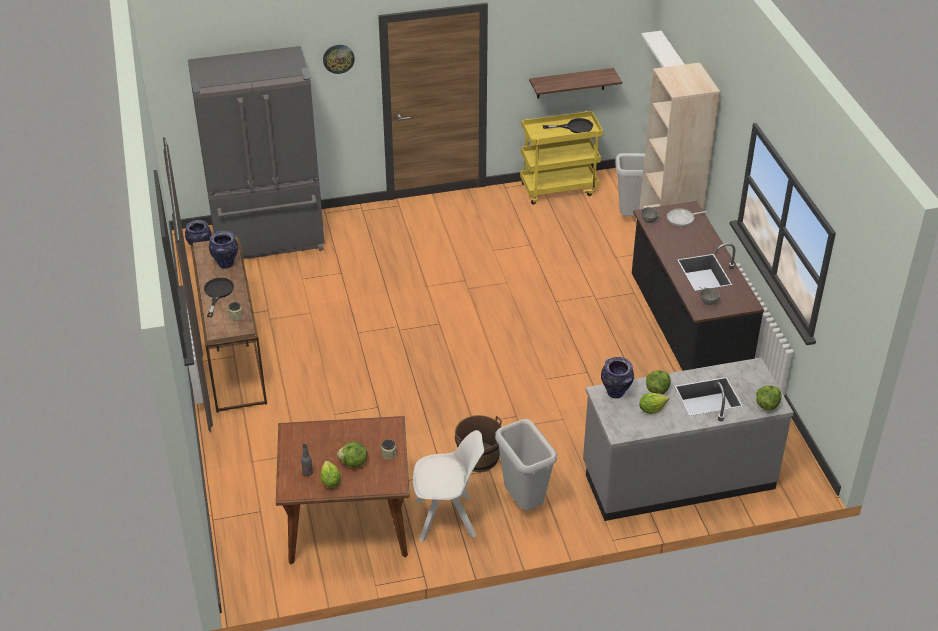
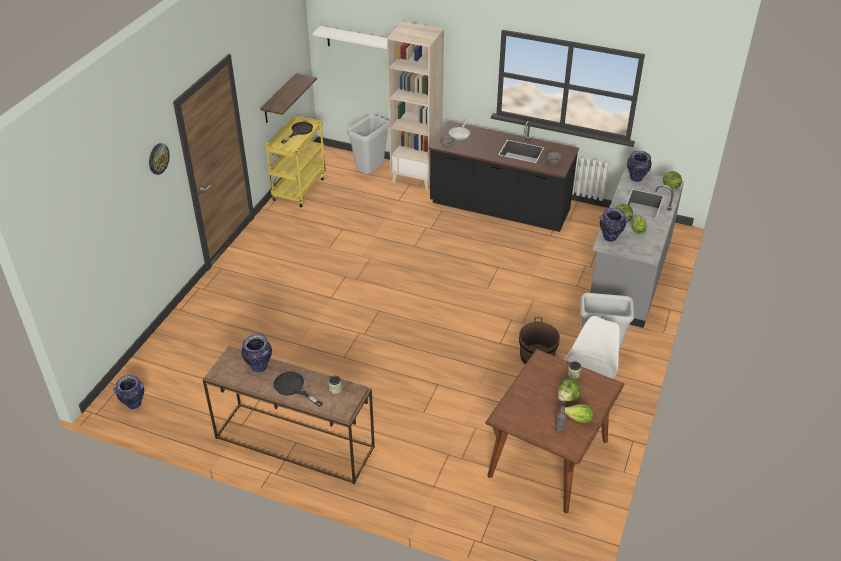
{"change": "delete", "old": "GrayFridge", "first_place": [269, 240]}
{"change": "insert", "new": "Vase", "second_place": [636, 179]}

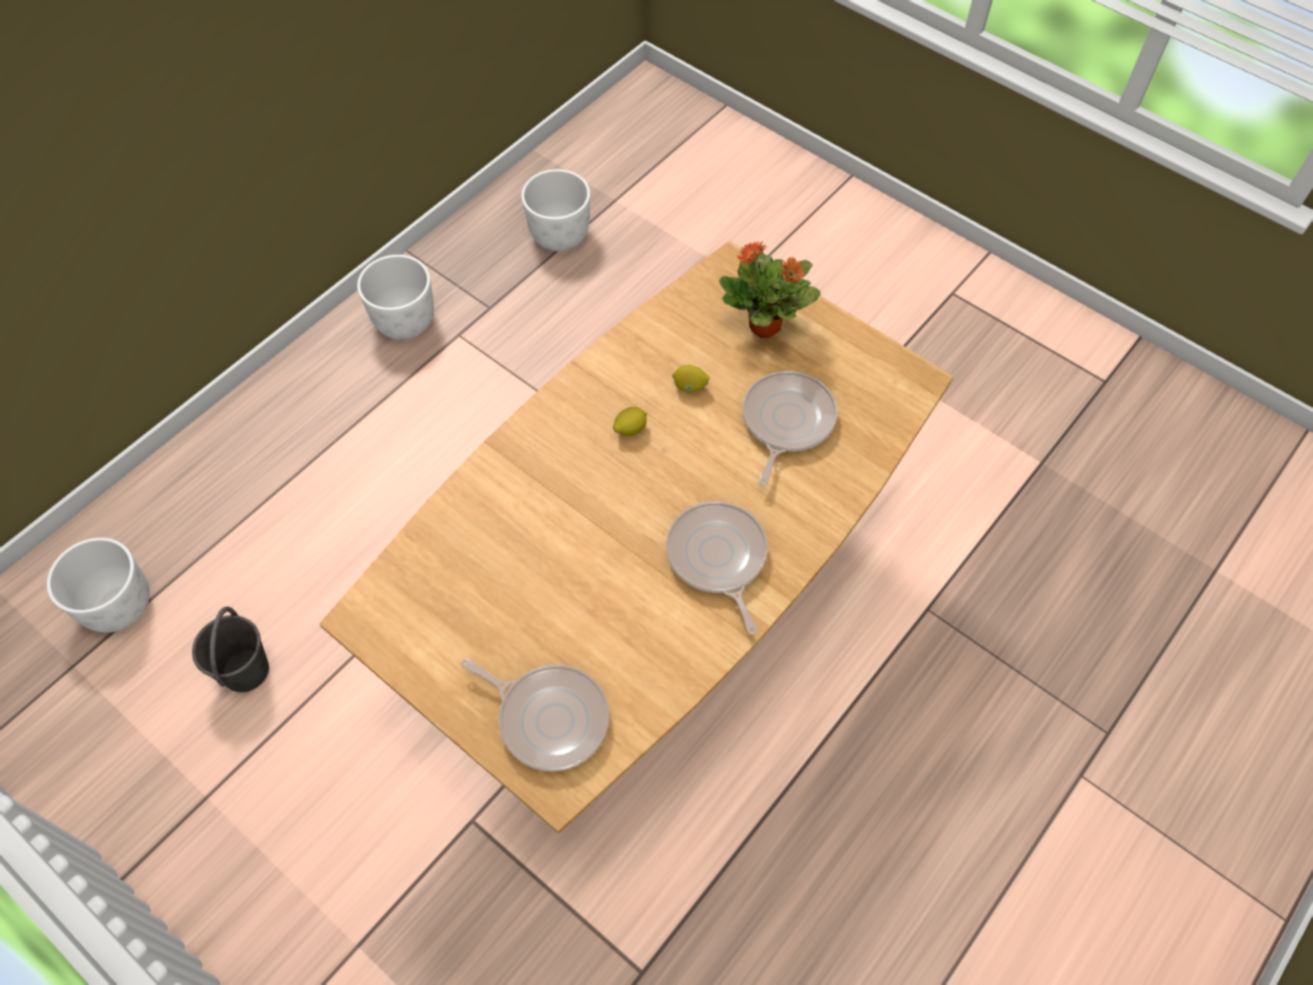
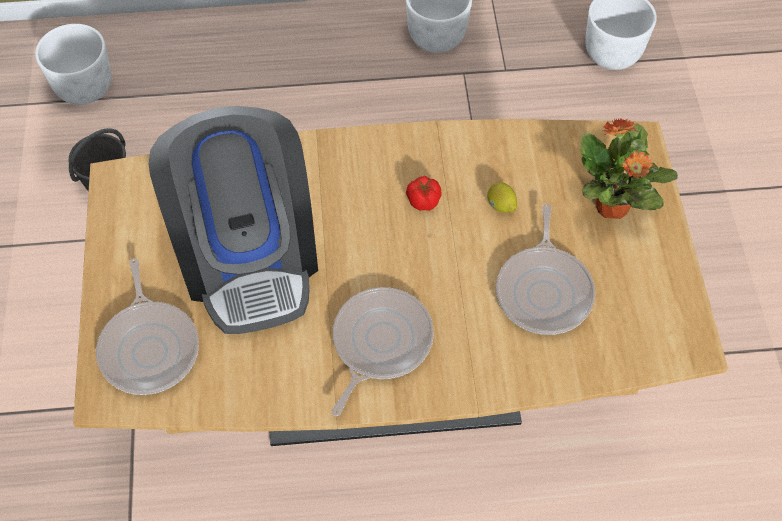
{"change": "rotate", "old": "Pan", "first_place": [786, 422], "second_place": [544, 290], "degrees": 120}
{"change": "replace", "old": "Lemon", "new": "WholeTomato", "first_place": [630, 429], "second_place": [423, 201]}
{"change": "insert", "new": "CoffeeBrewer", "second_place": [249, 256]}

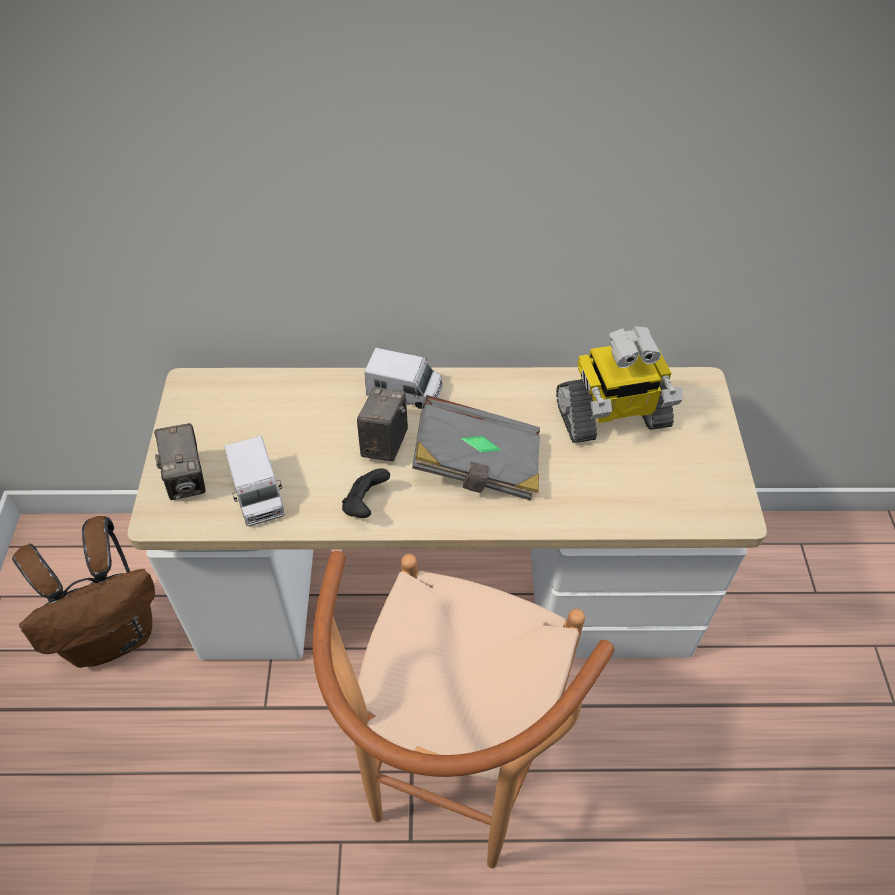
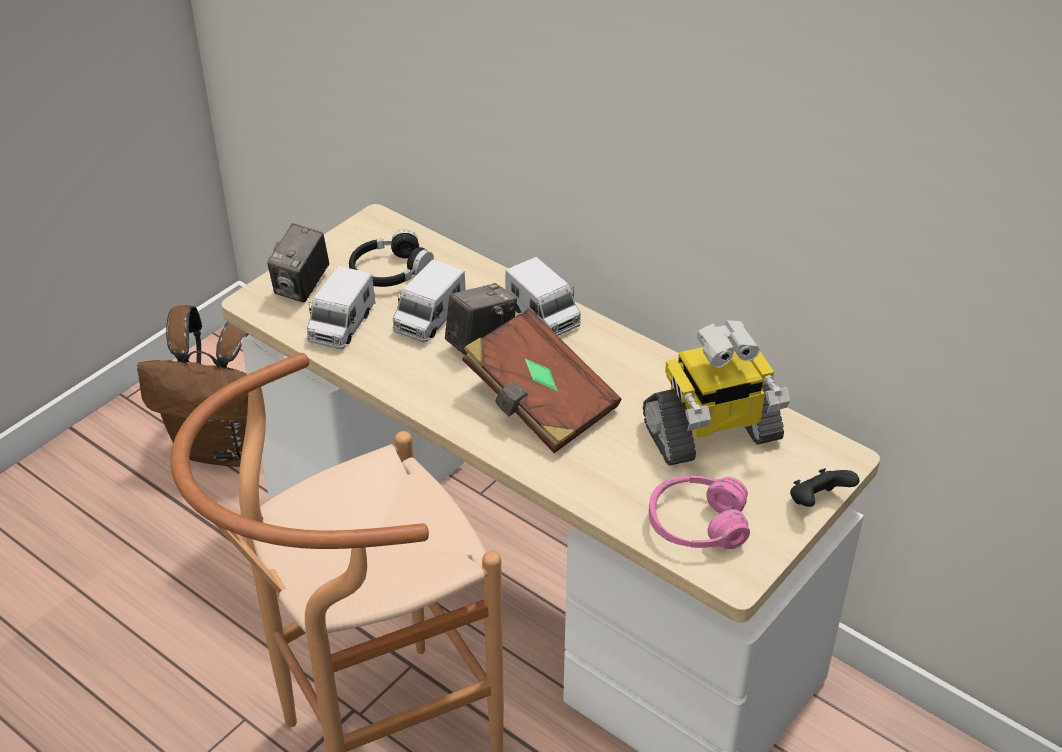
{"change": "rotate", "old": "ToyRobot", "first_place": [612, 417], "second_place": [711, 434], "degrees": -45}
{"change": "recolor", "old": "GrayBook", "new": "BrownBook", "first_place": [477, 466], "second_place": [539, 403]}
{"change": "move", "old": "BlackColouredJoypad", "first_place": [365, 504], "second_place": [817, 502]}
{"change": "insert", "new": "BlackColouredHeadset", "second_place": [390, 272]}
{"change": "insert", "new": "ToyLorry", "second_place": [429, 318]}
{"change": "insert", "new": "PinkHeadset", "second_place": [697, 524]}

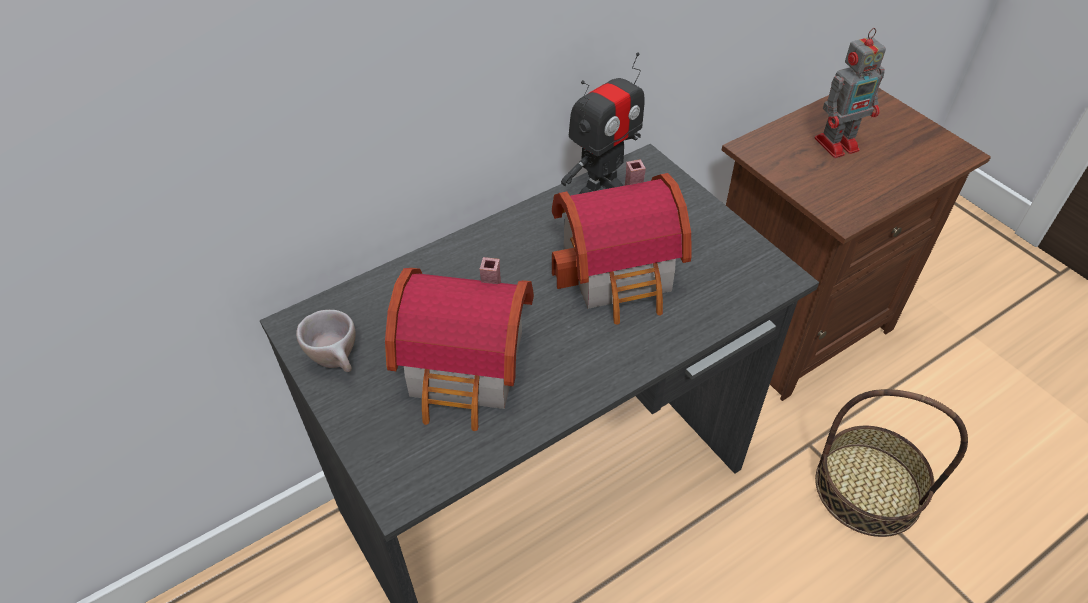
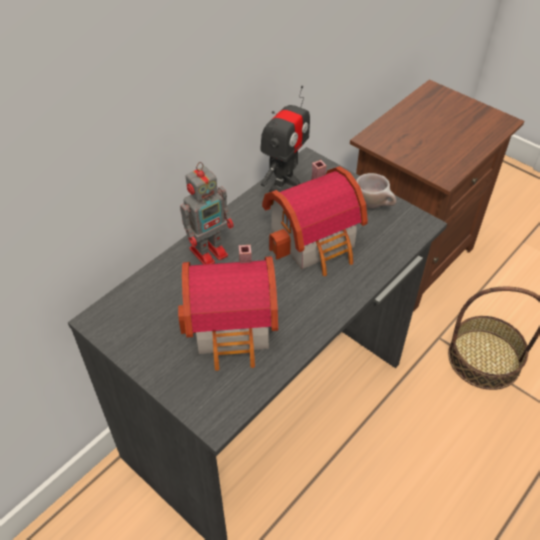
{"change": "move", "old": "ToyRobot", "first_place": [838, 143], "second_place": [210, 251]}
{"change": "move", "old": "SandColouredSmallCup", "first_place": [338, 362], "second_place": [374, 205]}

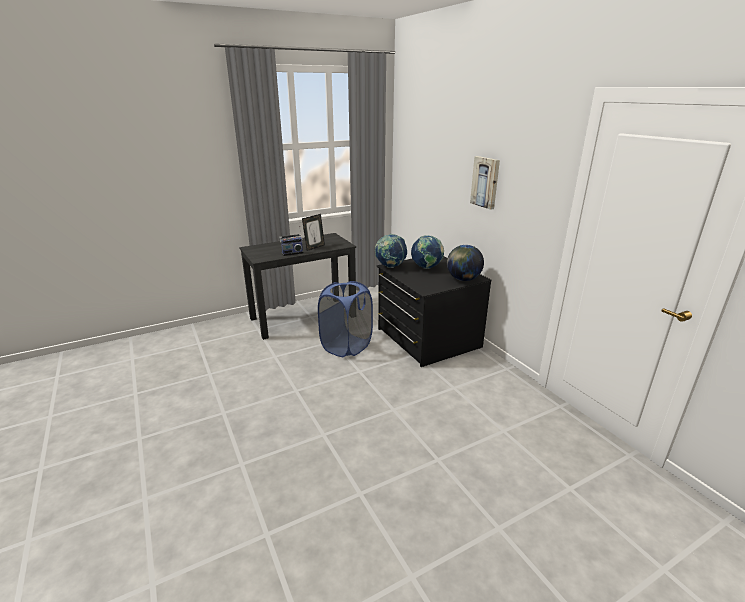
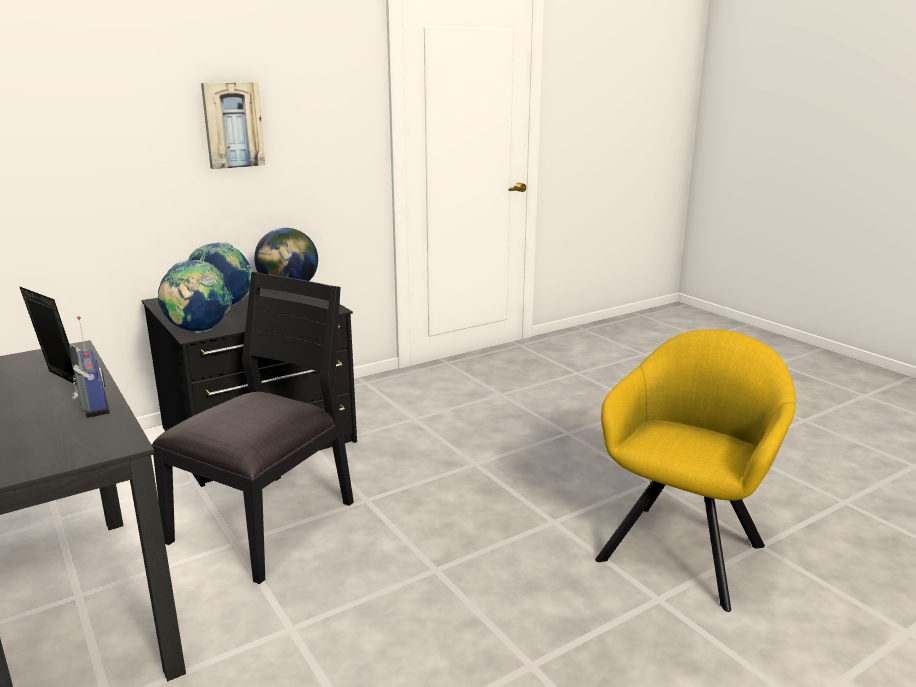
{"change": "replace", "old": "BluishLaundryBasket", "new": "BlackColouredPlainChair", "first_place": [346, 346], "second_place": [266, 522]}
{"change": "insert", "new": "YellowishEasyChair", "second_place": [685, 547]}

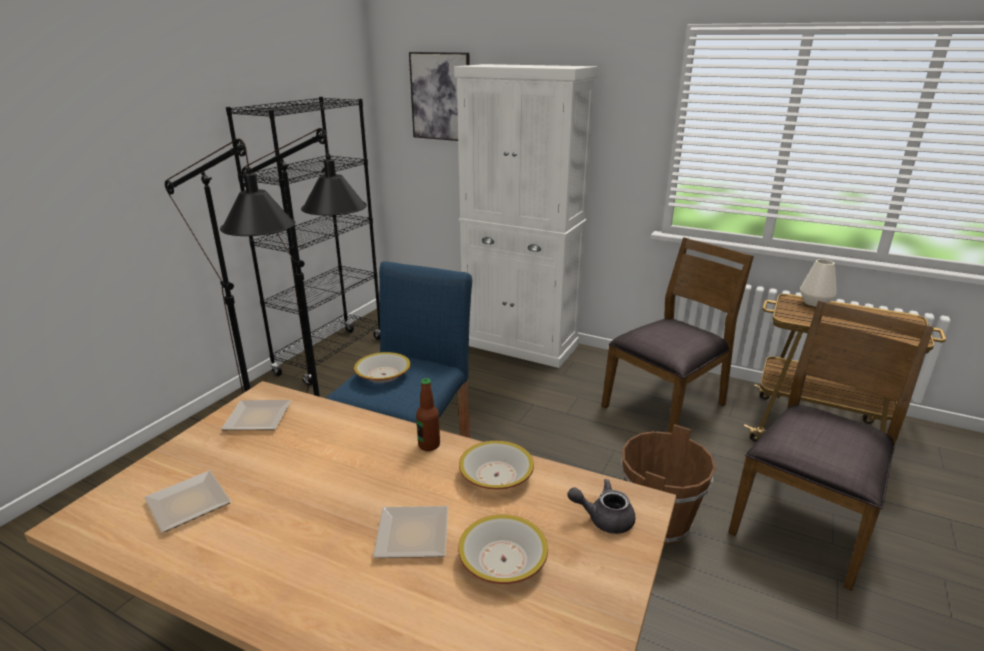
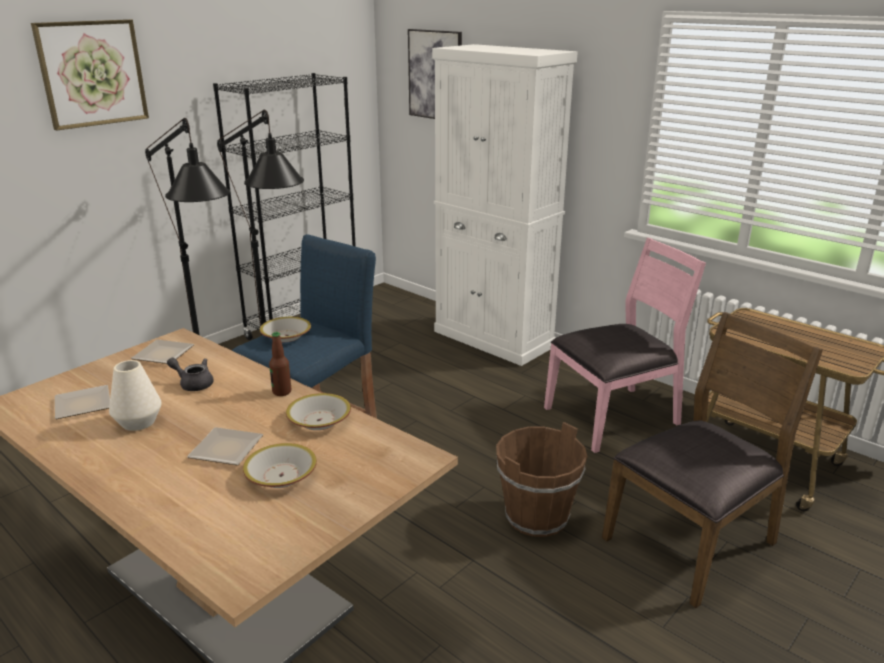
{"change": "recolor", "old": "BrownPlainChair", "new": "PinkPlainChair", "first_place": [666, 406], "second_place": [613, 417]}
{"change": "move", "old": "WhiteColouredVase", "first_place": [814, 302], "second_place": [138, 422]}
{"change": "move", "old": "GrayPotForTea", "first_place": [604, 518], "second_place": [193, 384]}
{"change": "insert", "new": "WallPicture", "second_place": [92, 73]}

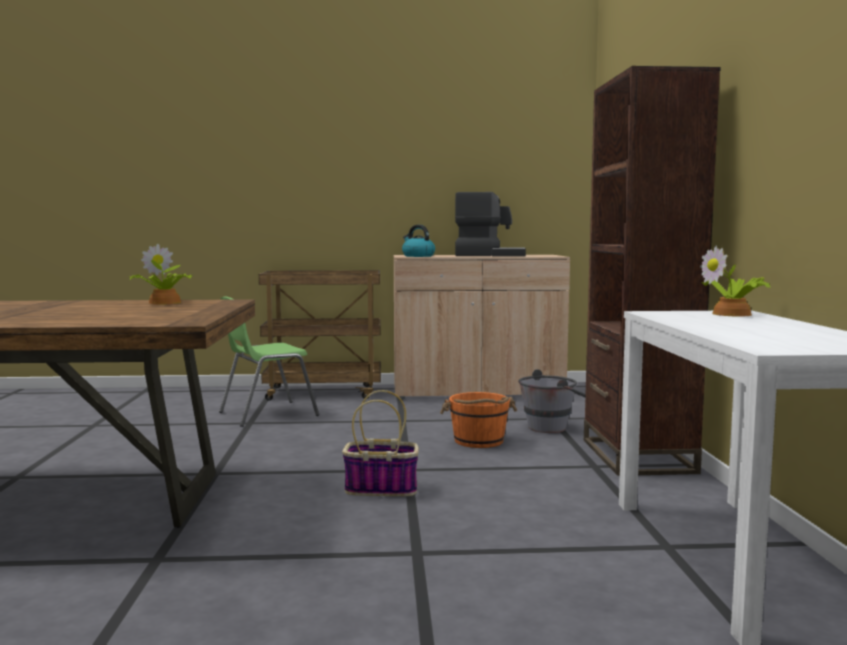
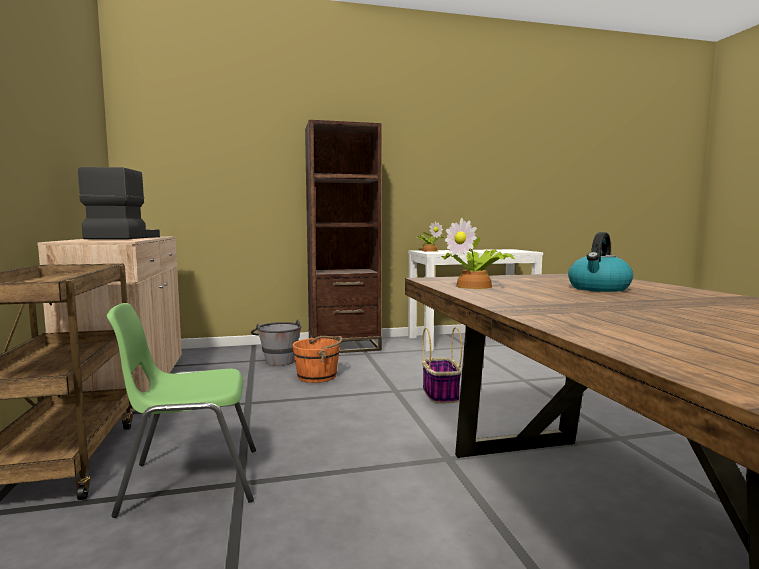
{"change": "move", "old": "Kettle", "first_place": [417, 256], "second_place": [599, 288]}
{"change": "rotate", "old": "GreenColouredPlainChair", "first_place": [266, 414], "second_place": [190, 481], "degrees": 120}

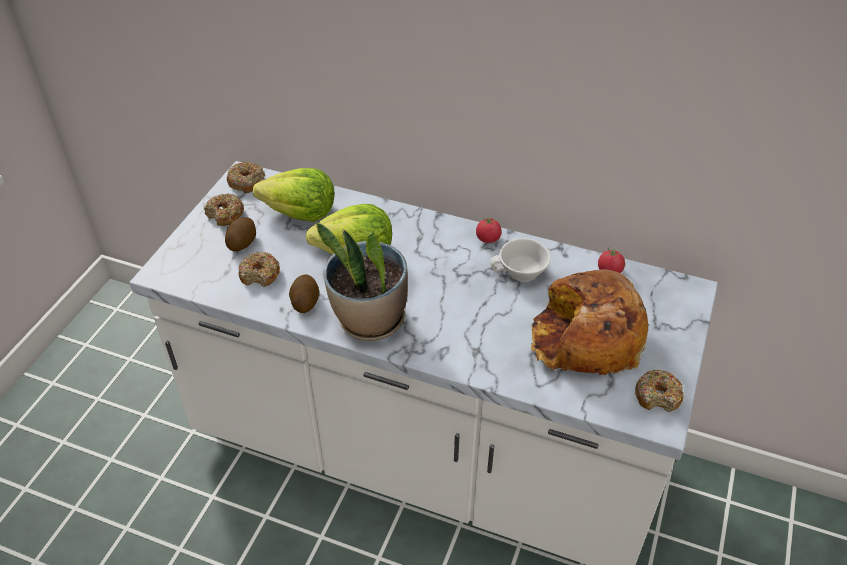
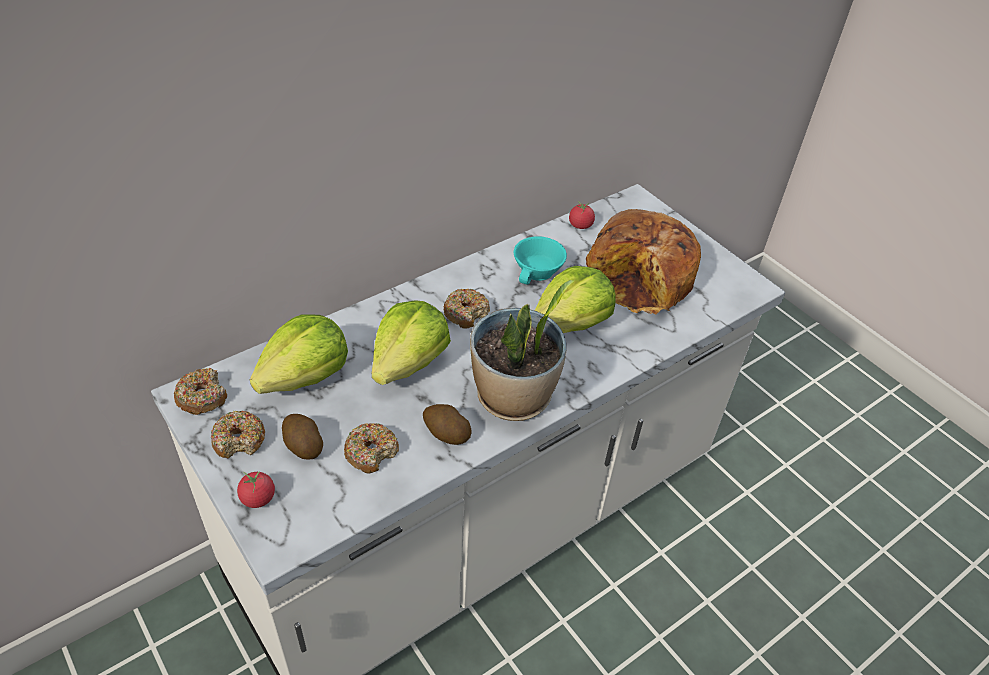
{"change": "move", "old": "WholeTomato", "first_place": [488, 238], "second_place": [258, 498]}
{"change": "recolor", "old": "WhiteColouredSmallCup", "new": "TurquoiseSmallCup", "first_place": [521, 272], "second_place": [539, 272]}
{"change": "move", "old": "Donut", "first_place": [658, 396], "second_place": [466, 313]}
{"change": "insert", "new": "Lettuce", "second_place": [571, 323]}

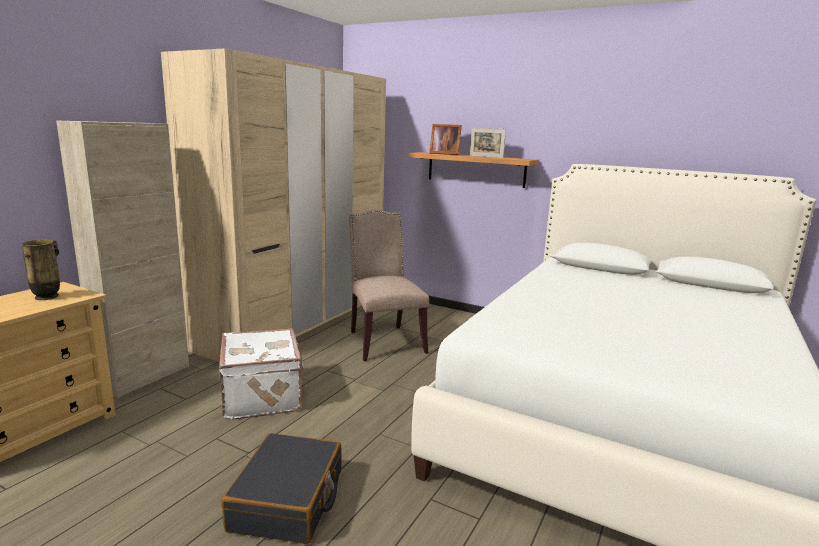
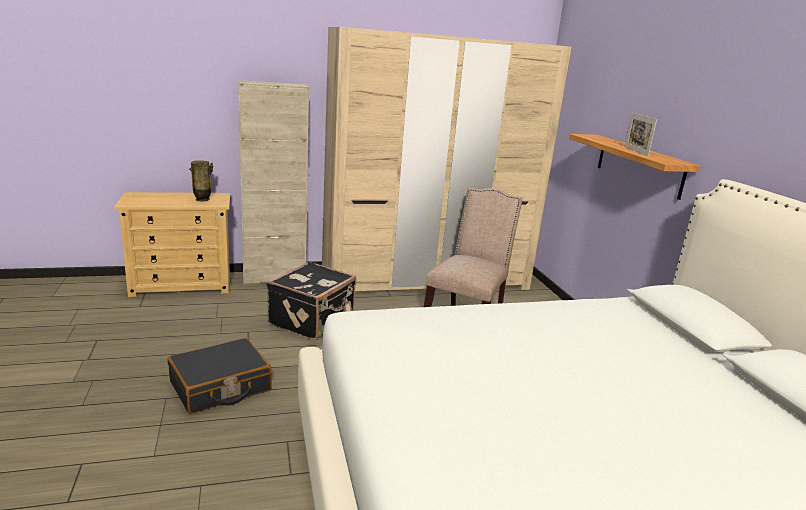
{"change": "delete", "old": "PhotoFrame", "first_place": [443, 154]}
{"change": "recolor", "old": "WhiteColouredSuitcase", "new": "BlackColouredSuitcase", "first_place": [264, 396], "second_place": [313, 321]}

